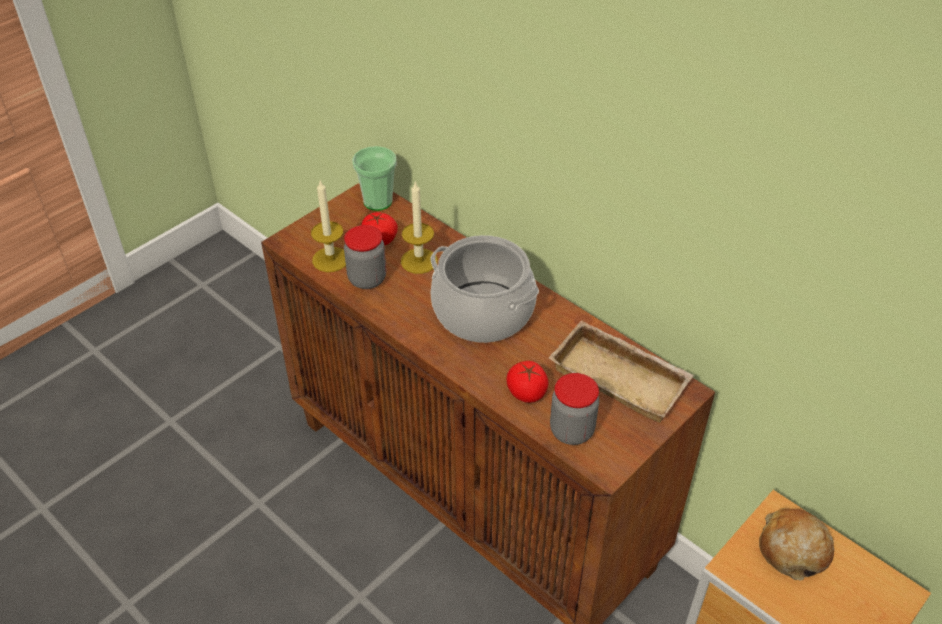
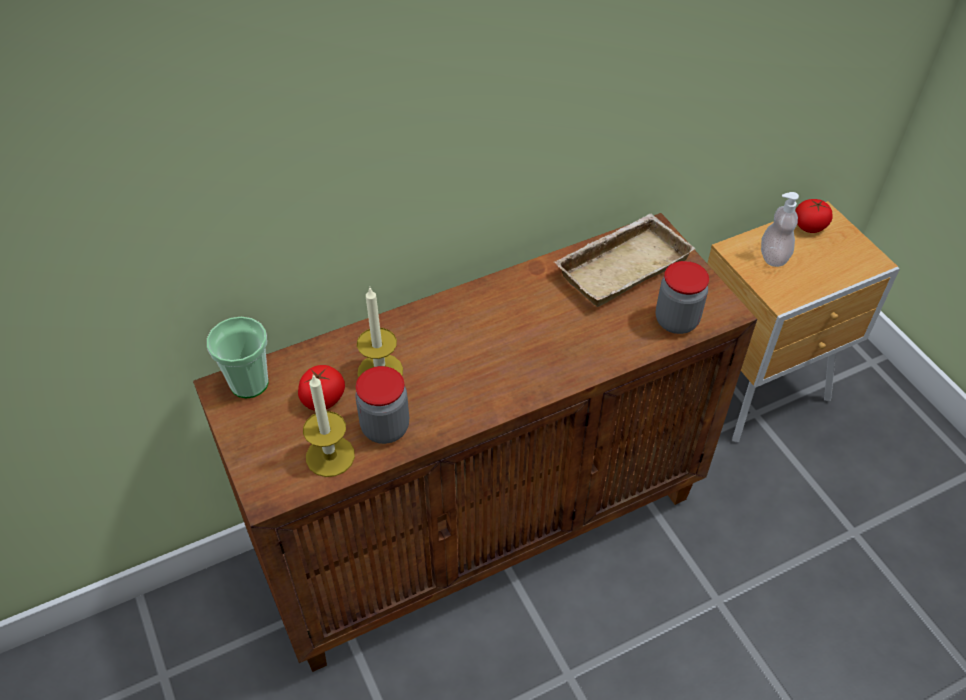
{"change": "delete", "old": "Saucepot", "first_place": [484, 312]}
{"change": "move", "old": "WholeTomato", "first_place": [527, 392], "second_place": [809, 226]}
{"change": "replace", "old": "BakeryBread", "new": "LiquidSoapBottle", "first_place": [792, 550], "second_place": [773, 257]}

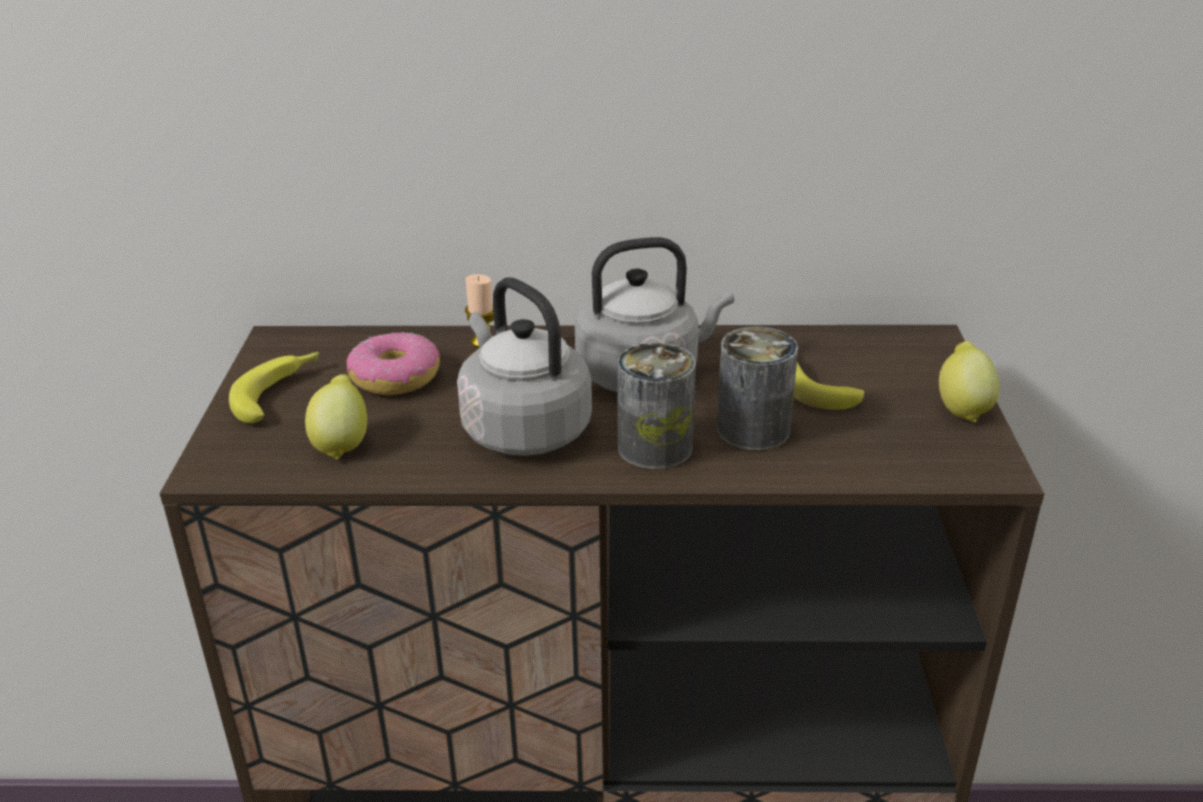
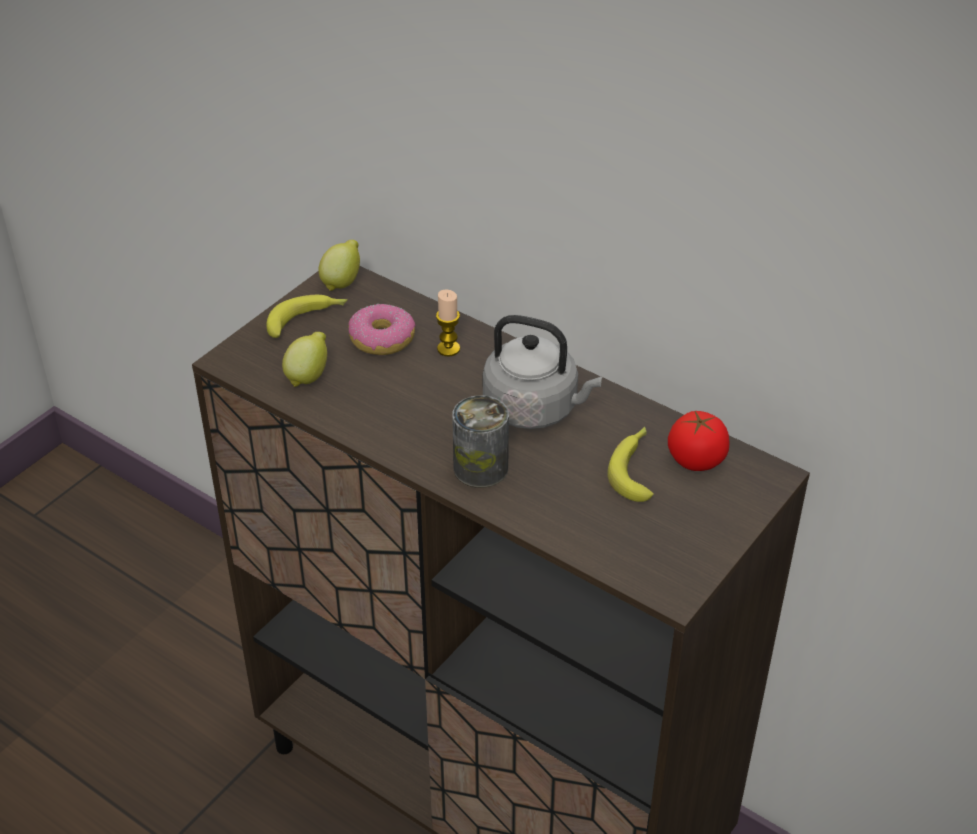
{"change": "delete", "old": "GrayKettle", "first_place": [522, 428]}
{"change": "delete", "old": "Can", "first_place": [753, 429]}
{"change": "move", "old": "Lemon", "first_place": [962, 408], "second_place": [342, 282]}
{"change": "insert", "new": "WholeTomato", "second_place": [696, 459]}

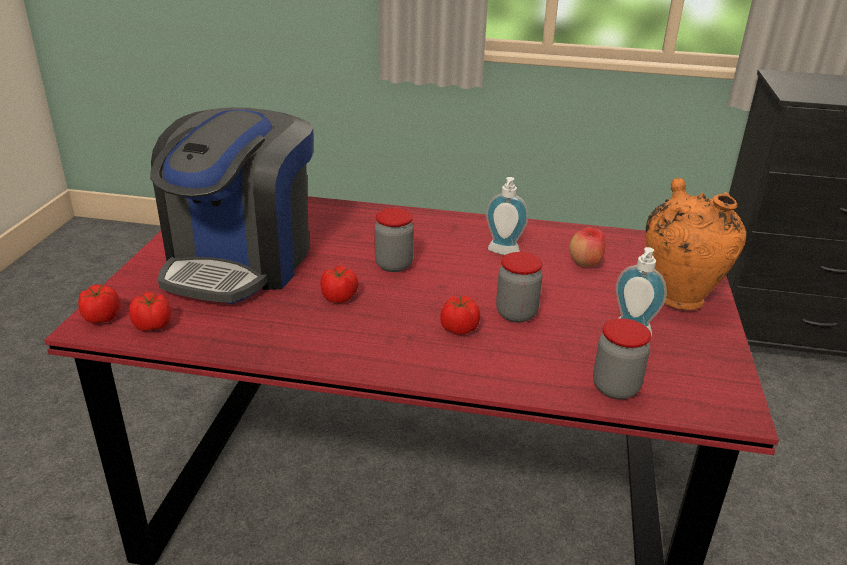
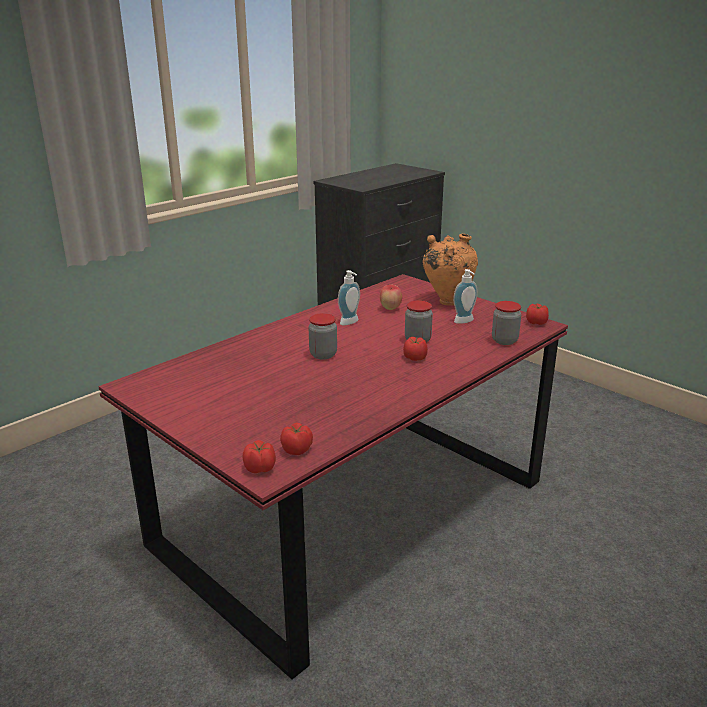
{"change": "delete", "old": "CoffeeBrewer", "first_place": [241, 261]}
{"change": "move", "old": "WholeTomato", "first_place": [340, 297], "second_place": [536, 322]}

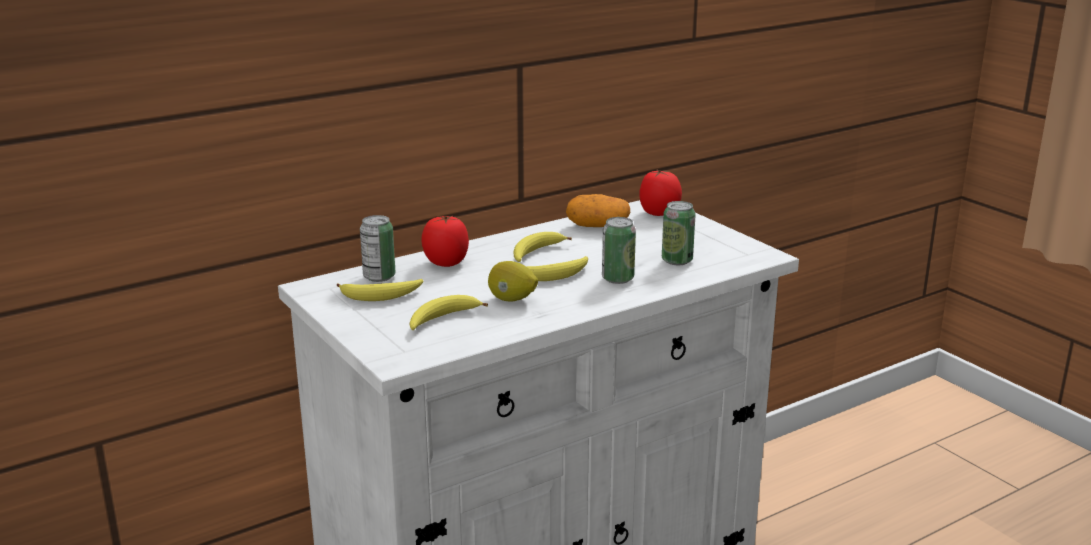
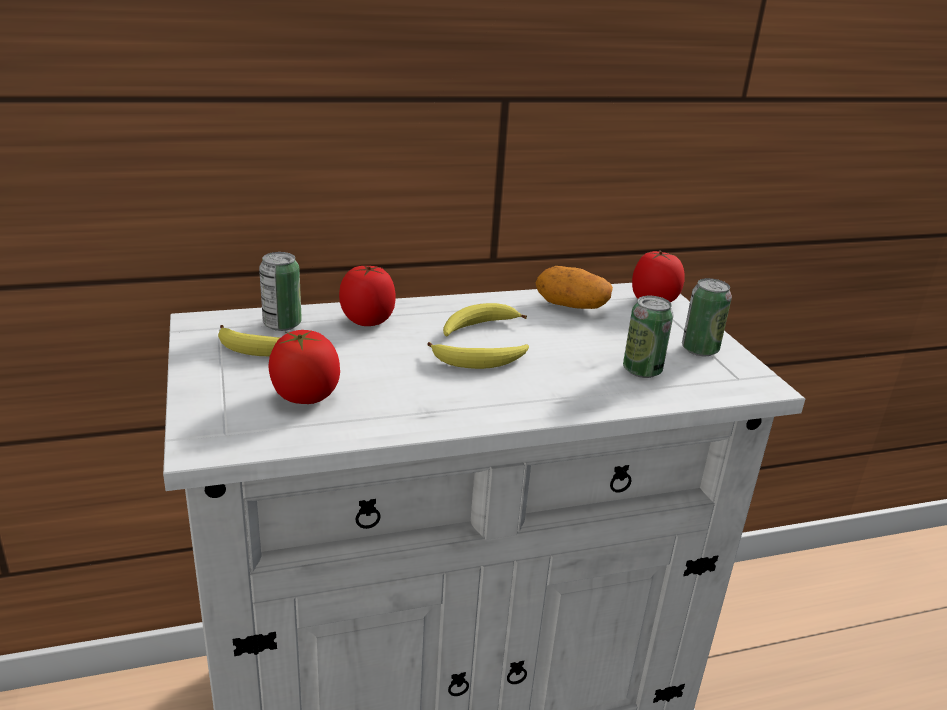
{"change": "move", "old": "Can", "first_place": [617, 279], "second_place": [699, 349]}
{"change": "delete", "old": "Lemon", "first_place": [511, 300]}
{"change": "replace", "old": "BananaFruit", "new": "WholeTomato", "first_place": [442, 319], "second_place": [305, 396]}

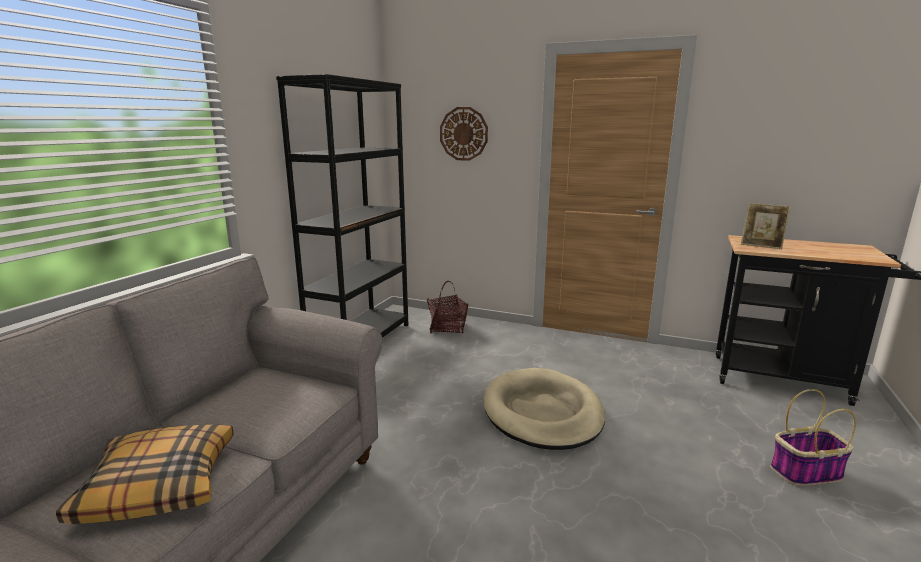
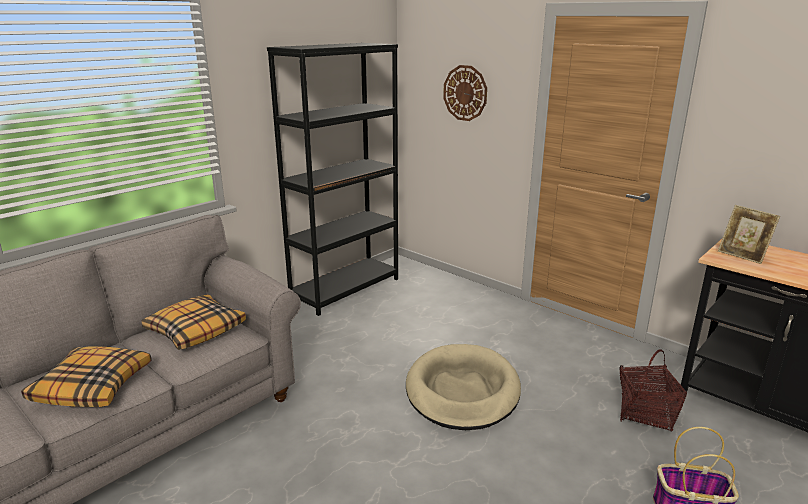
{"change": "move", "old": "StorageBasket", "first_place": [447, 328], "second_place": [645, 413]}
{"change": "insert", "new": "ThrowPillow", "second_place": [195, 330]}

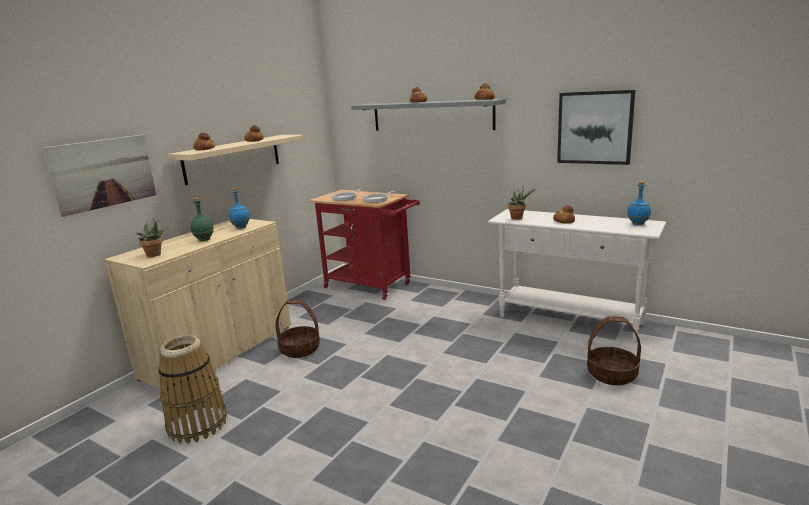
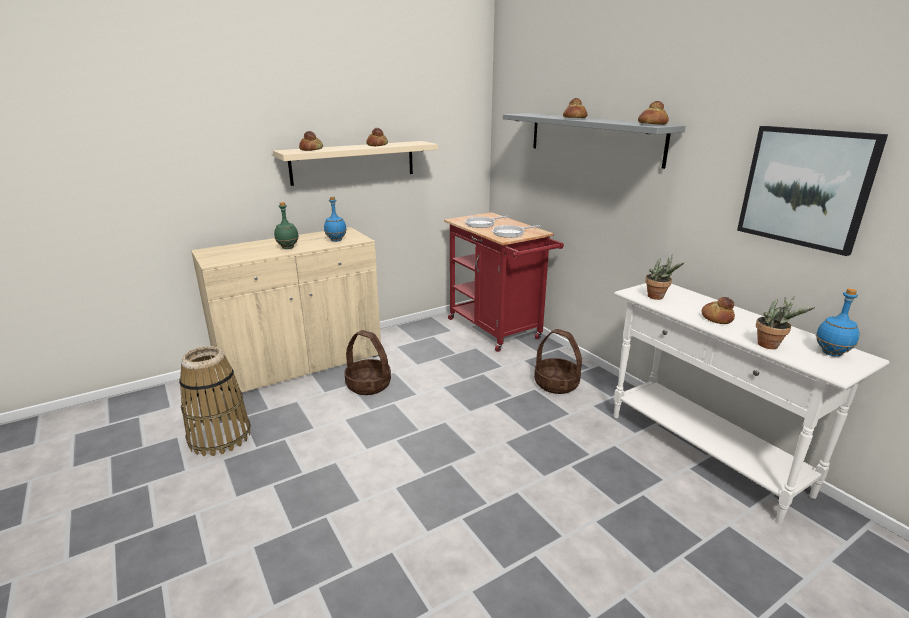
{"change": "delete", "old": "WallPicture", "first_place": [103, 173]}
{"change": "move", "old": "PottedPlant", "first_place": [155, 255], "second_place": [771, 346]}
{"change": "move", "old": "StorageBasket", "first_place": [612, 374], "second_place": [556, 384]}

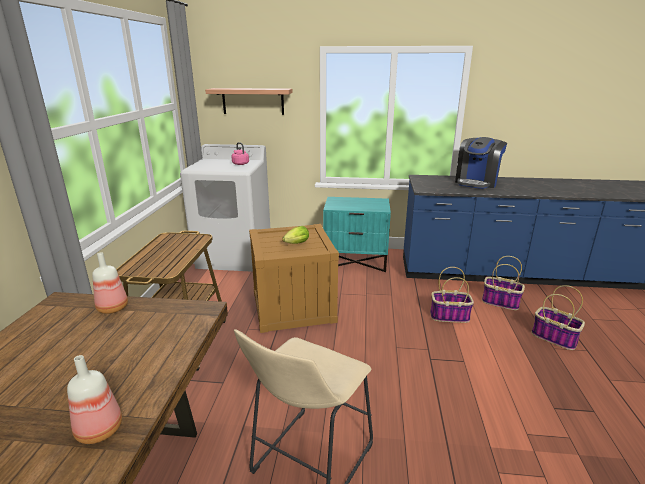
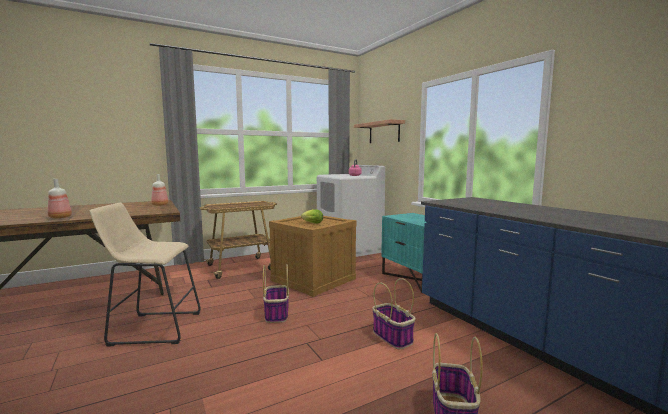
{"change": "delete", "old": "CoffeeBrewer", "first_place": [476, 182]}
{"change": "move", "old": "StorageBasket", "first_place": [499, 302], "second_place": [276, 314]}

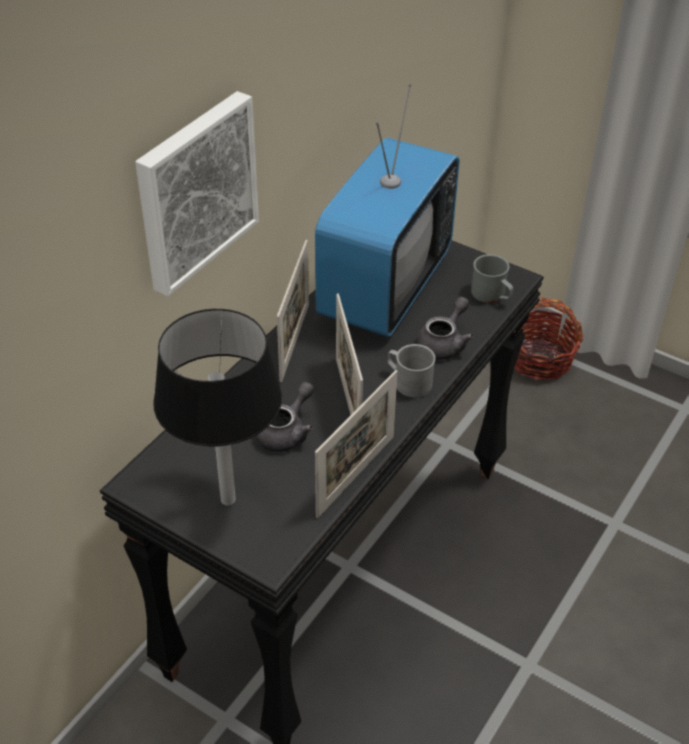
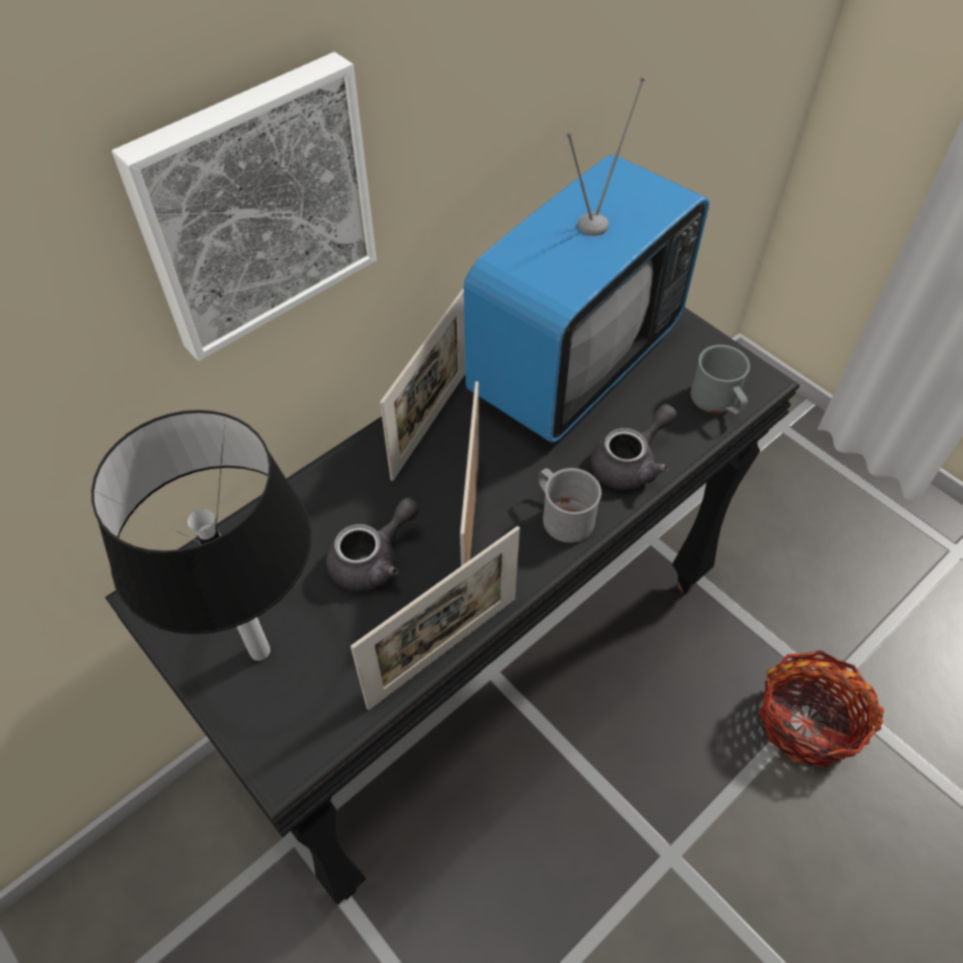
{"change": "move", "old": "StorageBasket", "first_place": [539, 359], "second_place": [807, 721]}

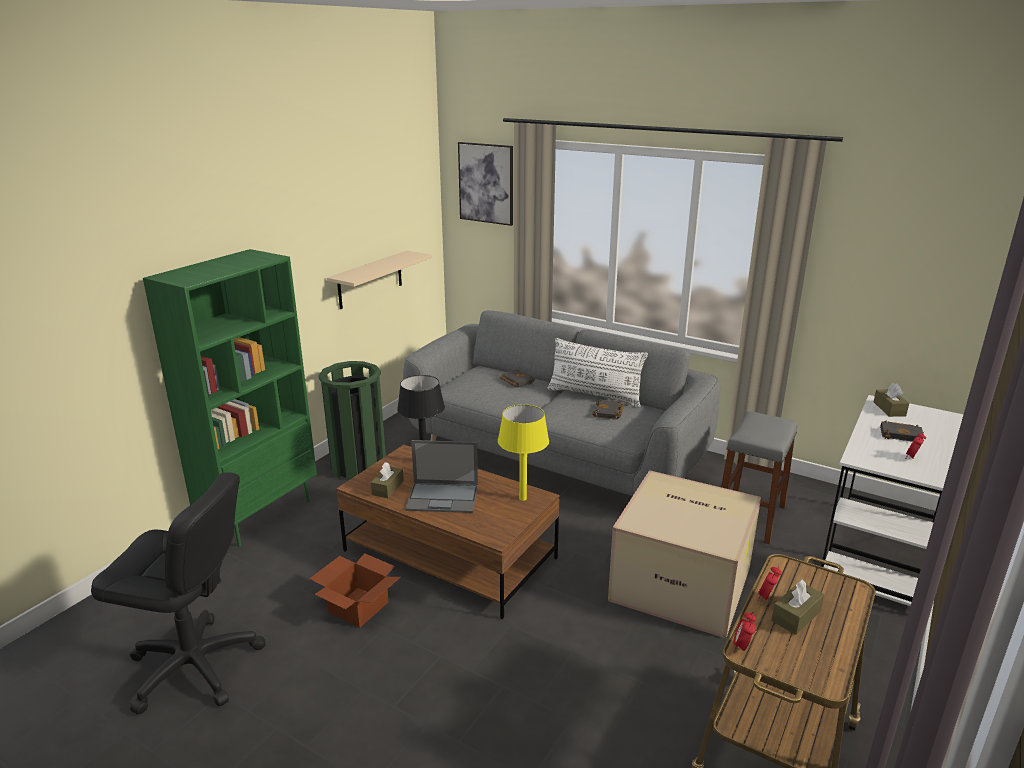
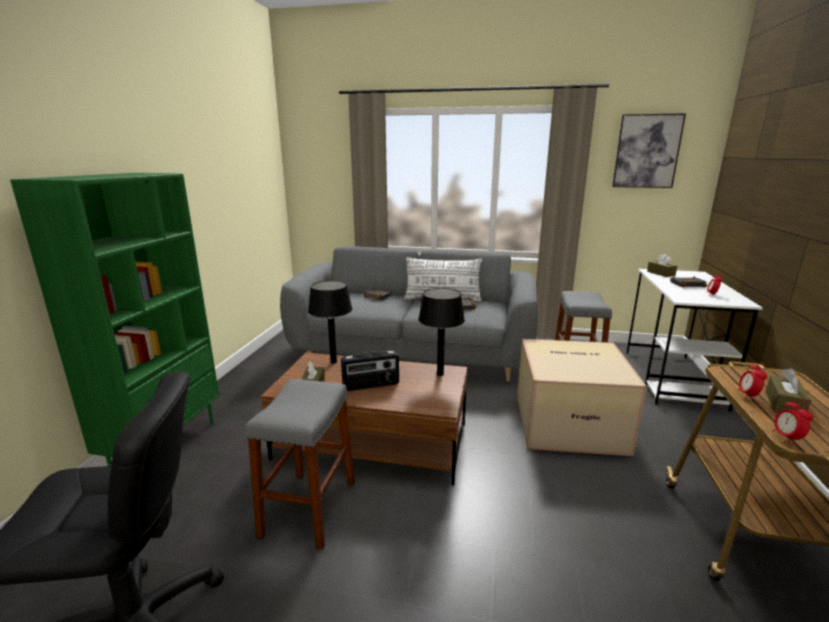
{"change": "move", "old": "WallPicture", "first_place": [486, 183], "second_place": [647, 151]}
{"change": "delete", "old": "SandColouredWallShelf", "first_place": [370, 280]}
{"change": "delete", "old": "GreenColouredWasteBin", "first_place": [358, 466]}
{"change": "recolor", "old": "YellowishLampForATable", "new": "BlackColouredLampForATable", "first_place": [522, 498], "second_place": [440, 374]}
{"change": "replace", "old": "Laptop", "new": "Radio", "first_place": [443, 497], "second_place": [371, 385]}
{"change": "replace", "old": "Carton", "new": "GrayStoolSeat", "first_place": [357, 606], "second_place": [309, 508]}

